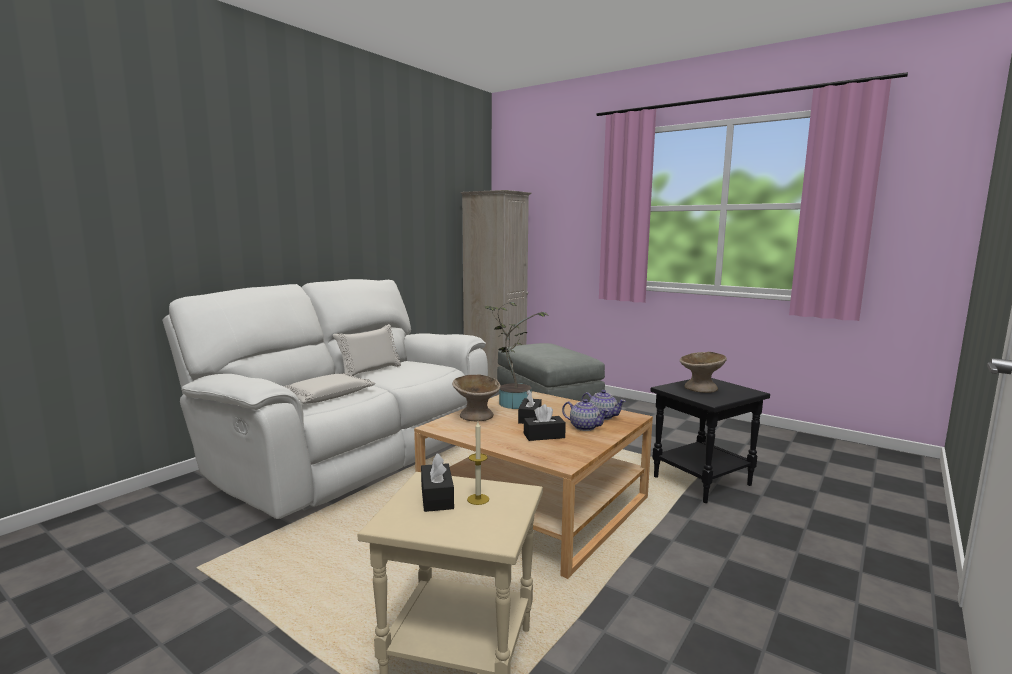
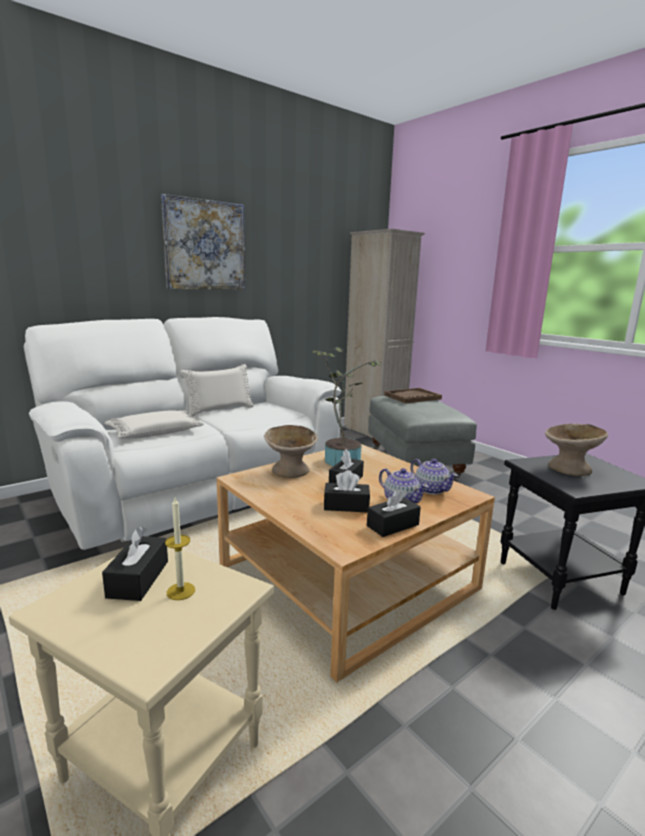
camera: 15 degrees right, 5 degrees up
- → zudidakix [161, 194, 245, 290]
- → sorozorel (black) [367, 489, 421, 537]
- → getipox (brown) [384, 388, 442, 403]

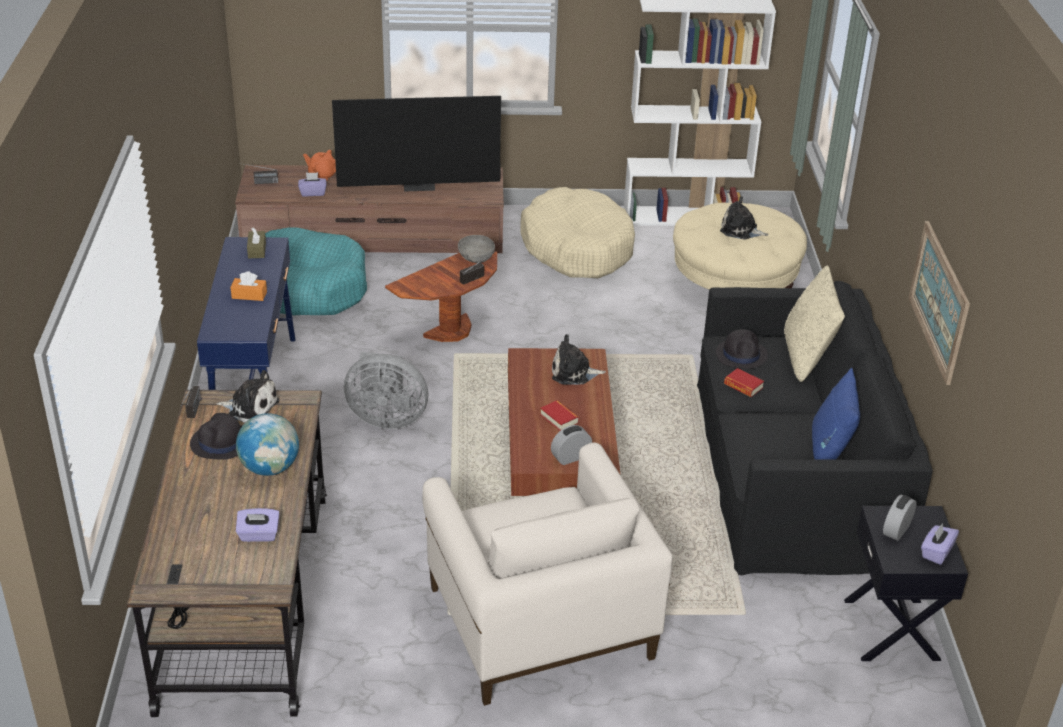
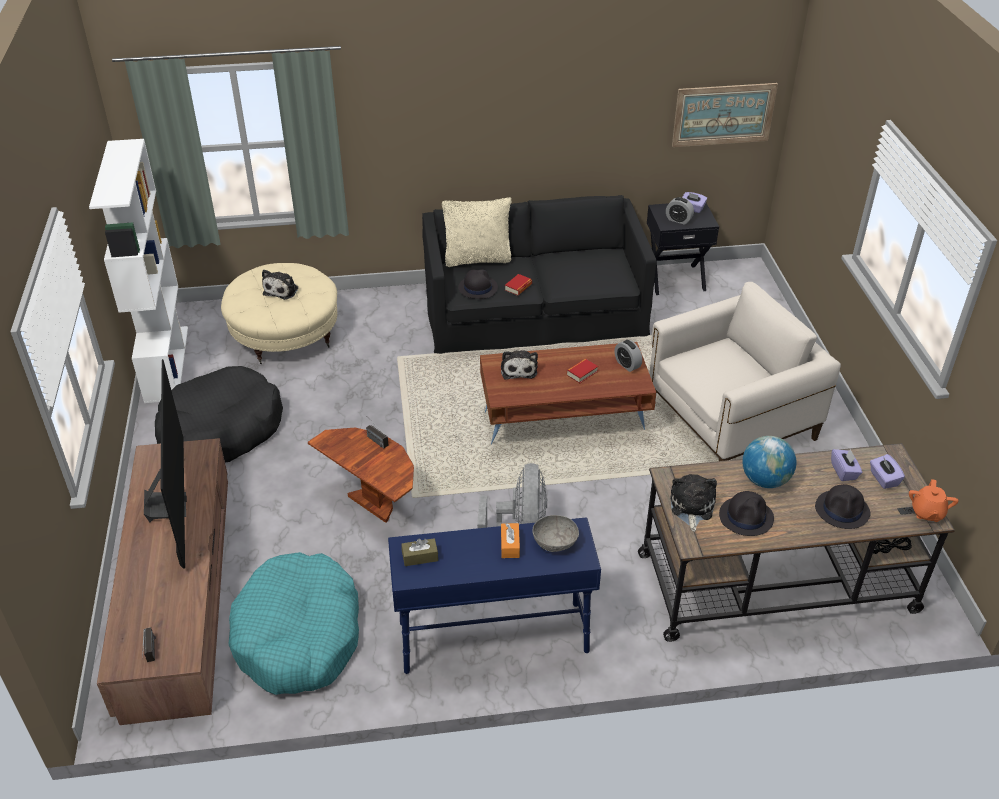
camera: 95 degrees left, 5 degrees up
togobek [181, 386, 202, 418] → -
sorozorel (purple) [298, 172, 327, 196] → sorozorel (purple) [870, 454, 905, 489], relocated
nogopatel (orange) [303, 150, 336, 181] → nogopatel (orange) [909, 479, 959, 522], relocated
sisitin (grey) [458, 235, 495, 263] → sisitin (grey) [532, 515, 579, 552], relocated
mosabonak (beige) [520, 187, 635, 278] → mosabonak (black) [155, 366, 283, 462]
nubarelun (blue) [812, 368, 860, 460] → -
zudidakix [908, 221, 970, 385] → zudidakix [672, 83, 778, 147], relocated
- → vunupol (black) [815, 484, 871, 529]

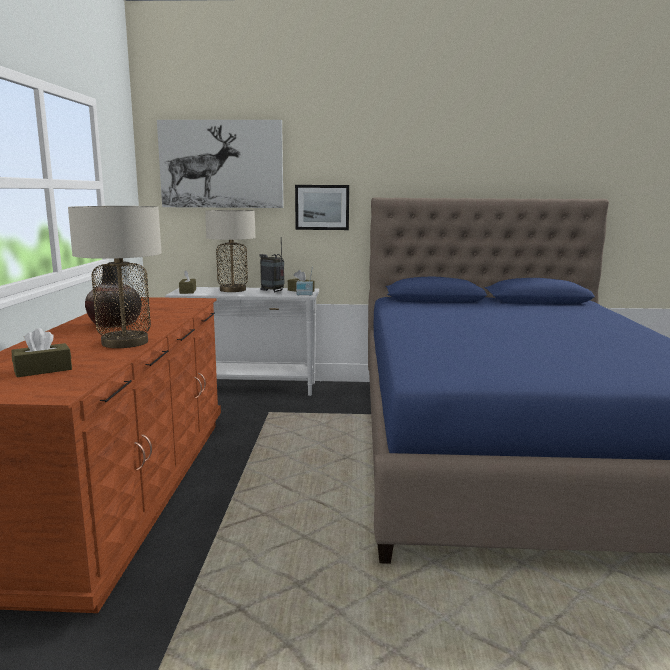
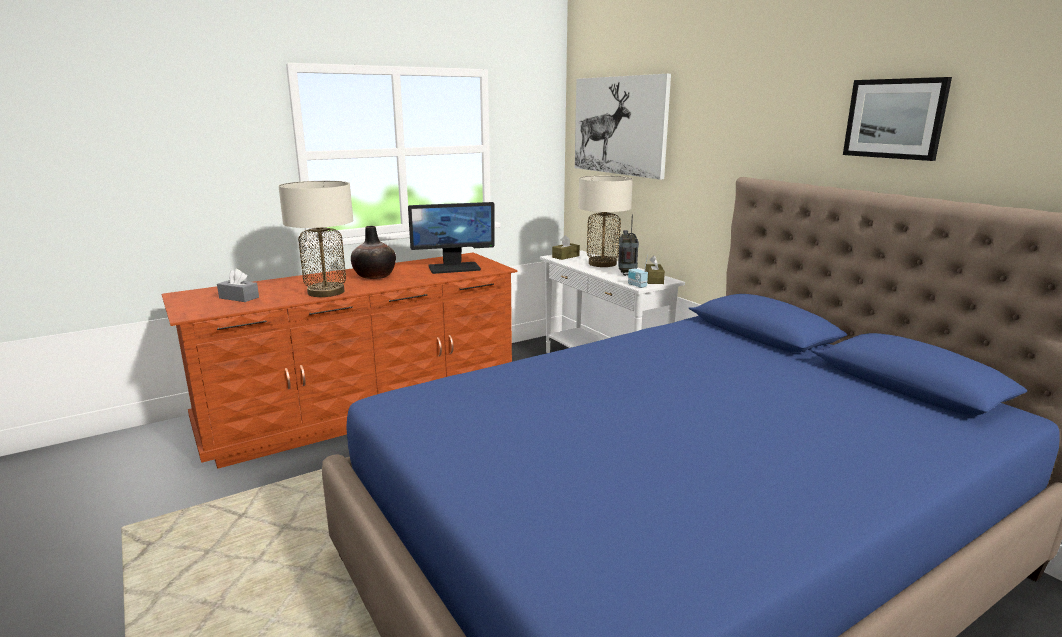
camera: 55 degrees right, 5 degrees up
sorozorel (brown) [11, 328, 72, 377] → sorozorel (grey) [217, 269, 259, 302]
zudidakix [295, 185, 349, 230] → zudidakix [843, 77, 952, 161], relocated
- → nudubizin [408, 202, 495, 274]

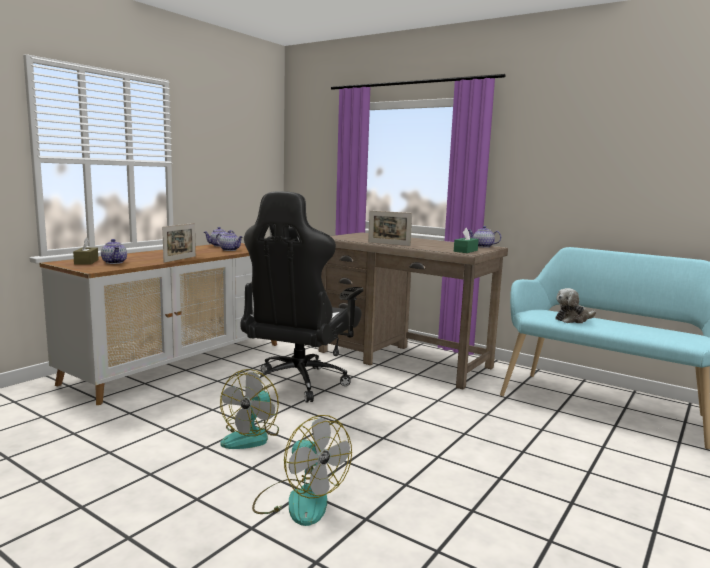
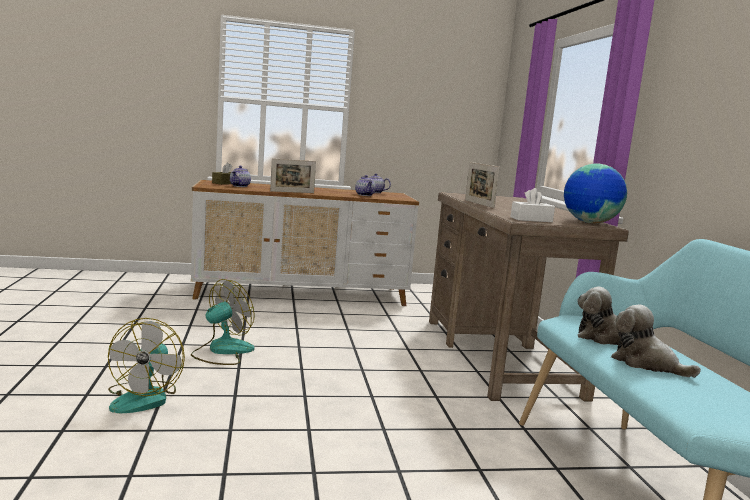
camera: 45 degrees right, 0 degrees up
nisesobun [220, 369, 279, 449] → nisesobun [191, 279, 255, 365], 150 degrees clockwise
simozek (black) [240, 191, 364, 403] → -
sorozorel (green) [454, 228, 479, 253] → sorozorel (white) [511, 188, 555, 222]
nogopatel [468, 226, 501, 248] → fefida [564, 164, 627, 224]
- → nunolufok [611, 304, 701, 377]

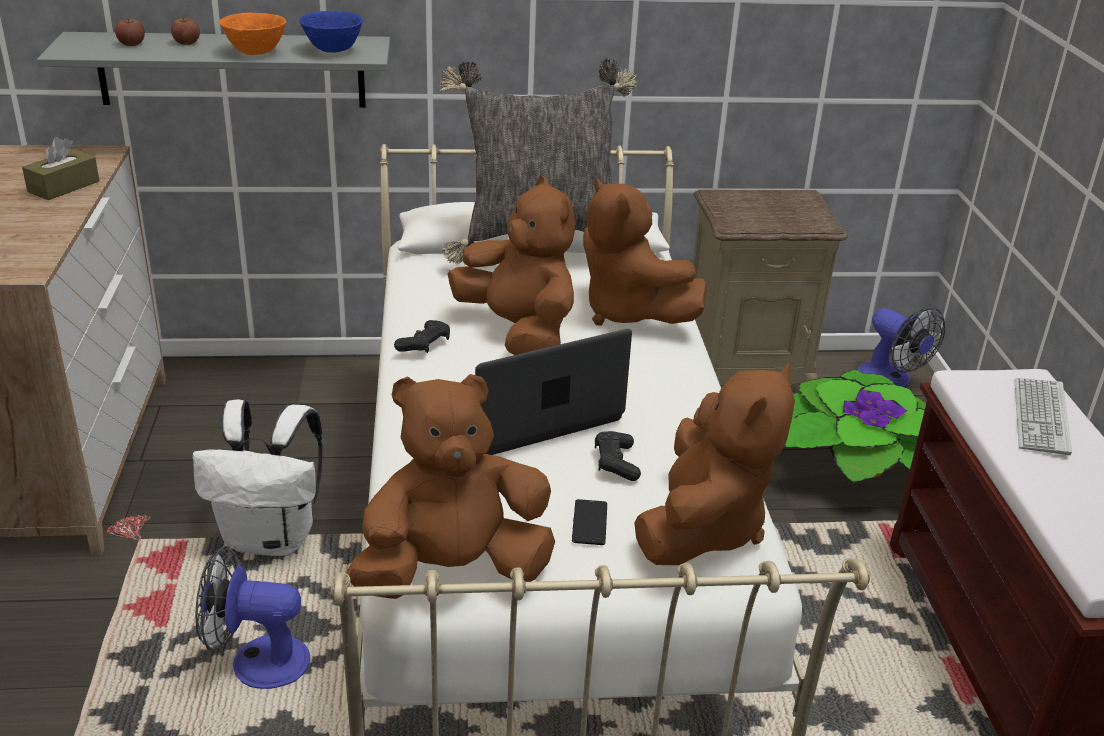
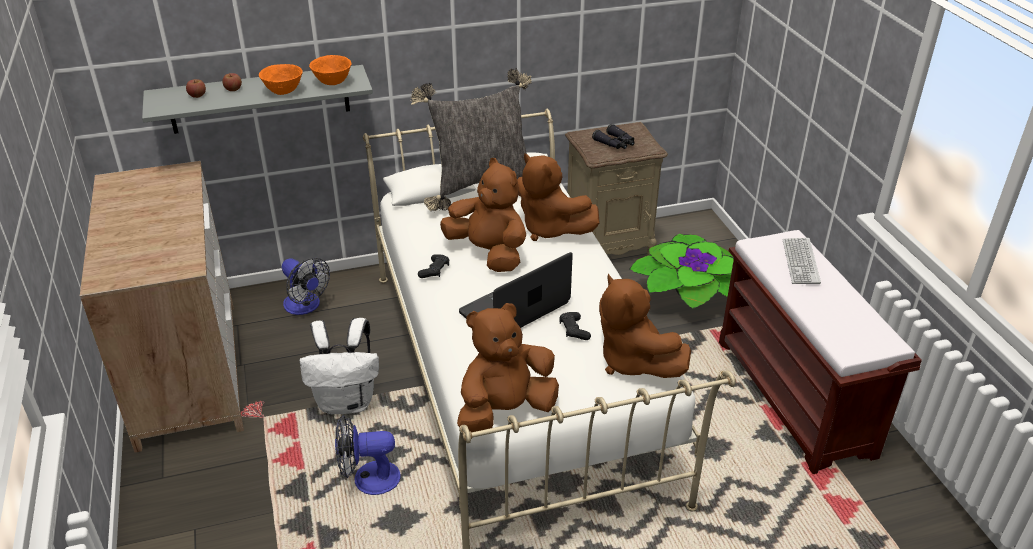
camera: 10 degrees left, 5 degrees up
sorozorel (brown) [22, 137, 99, 200] → -
sisitin (blue) [299, 11, 363, 53] → sisitin (orange) [309, 55, 352, 85]
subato [572, 499, 607, 545] → -
nunolufok (brown) [634, 363, 795, 565] → nunolufok (brown) [599, 274, 691, 378], 135 degrees clockwise
nisesobun [858, 308, 945, 387] → nisesobun [282, 258, 330, 315], relocated
- → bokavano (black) [592, 124, 635, 149]

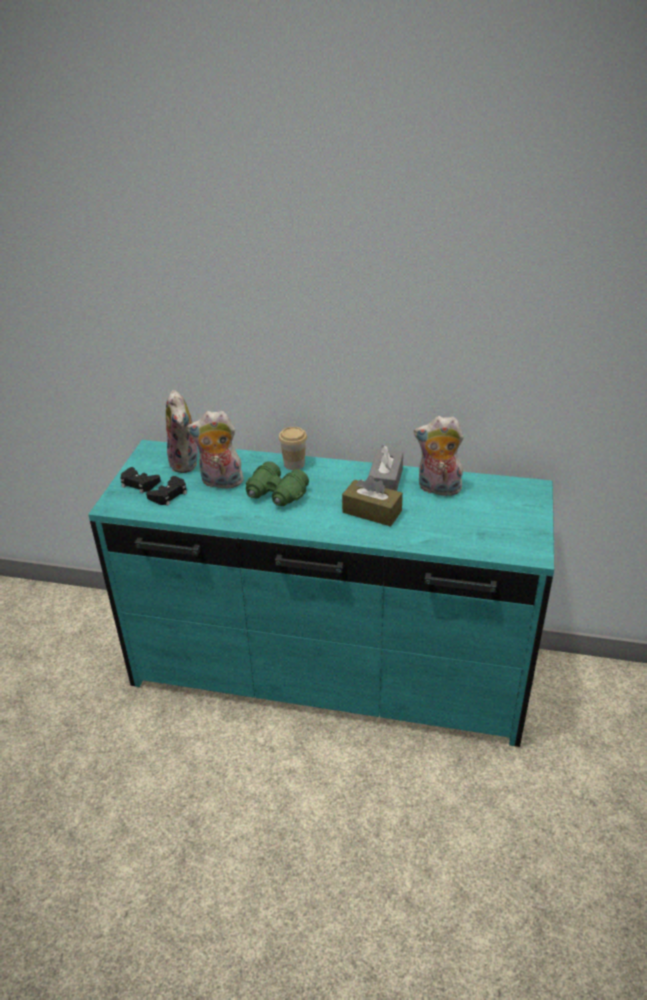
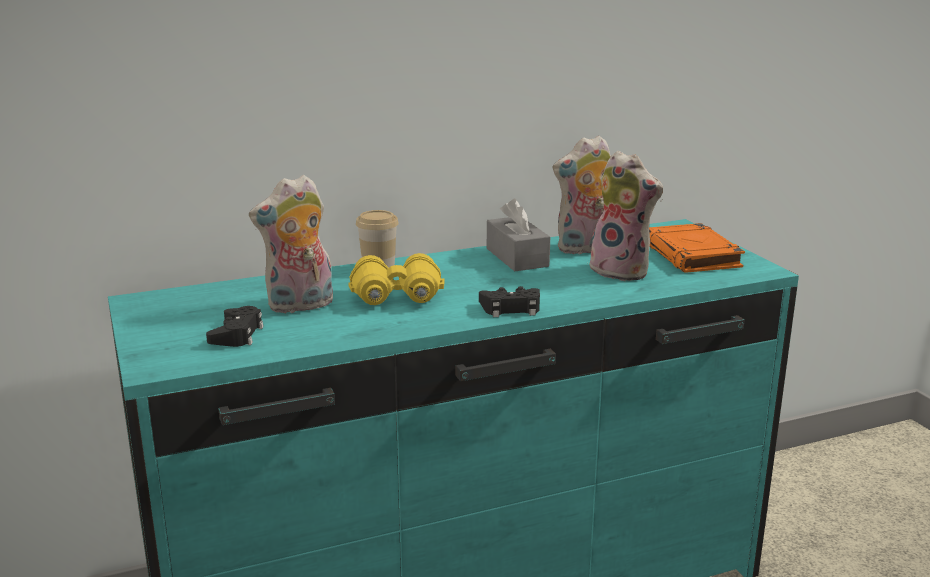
camera: 35 degrees left, 15 degrees down
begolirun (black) [120, 467, 161, 493] → begolirun (black) [479, 286, 540, 317], relocated
nunolufok [166, 390, 198, 473] → nunolufok [588, 151, 663, 281], relocated
bokavano (green) [246, 461, 309, 506] → bokavano (yellow) [348, 253, 444, 305]
sorozorel (brown) [342, 476, 403, 527] → -
- → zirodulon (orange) [649, 223, 745, 273]

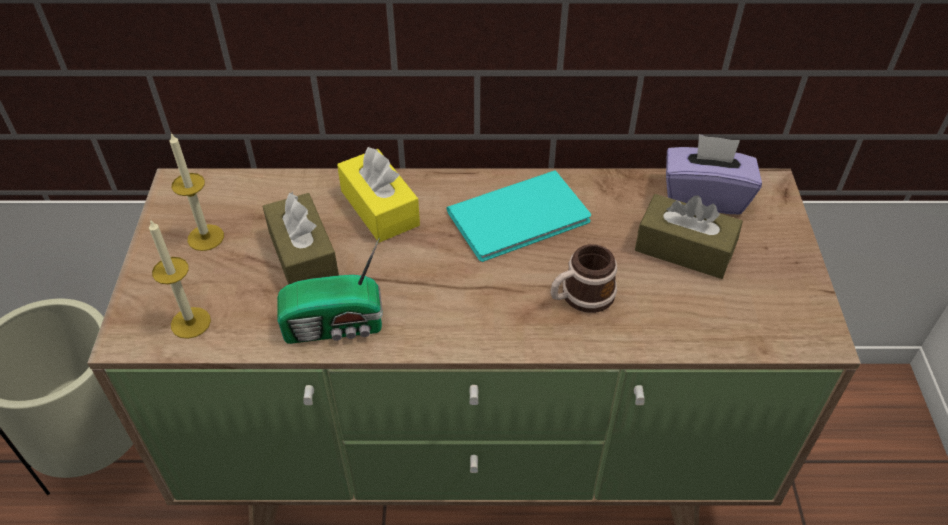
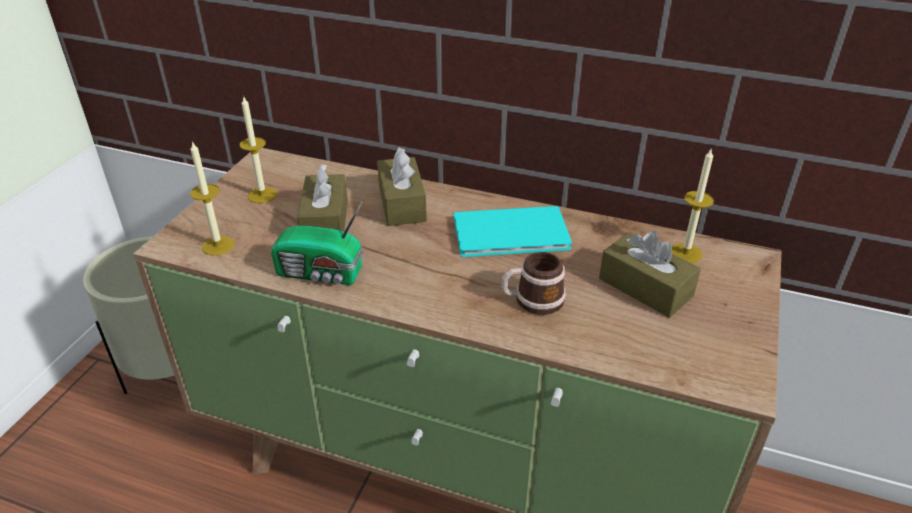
camera: 20 degrees right, 10 degrees down
sorozorel (yellow) [337, 147, 420, 243] → sorozorel (brown) [377, 147, 427, 226]
sorozorel (purple) [666, 134, 762, 214] → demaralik [671, 149, 714, 263]

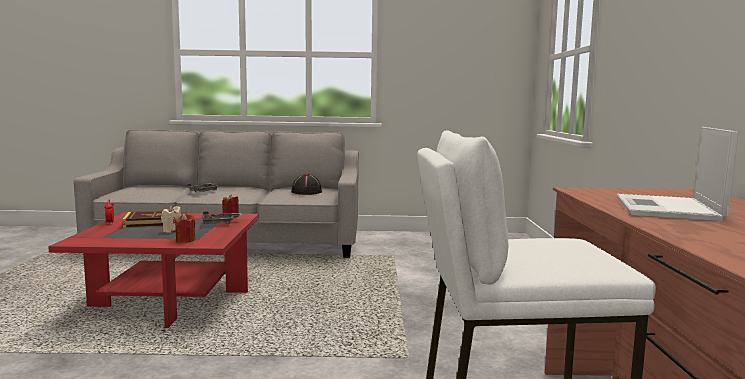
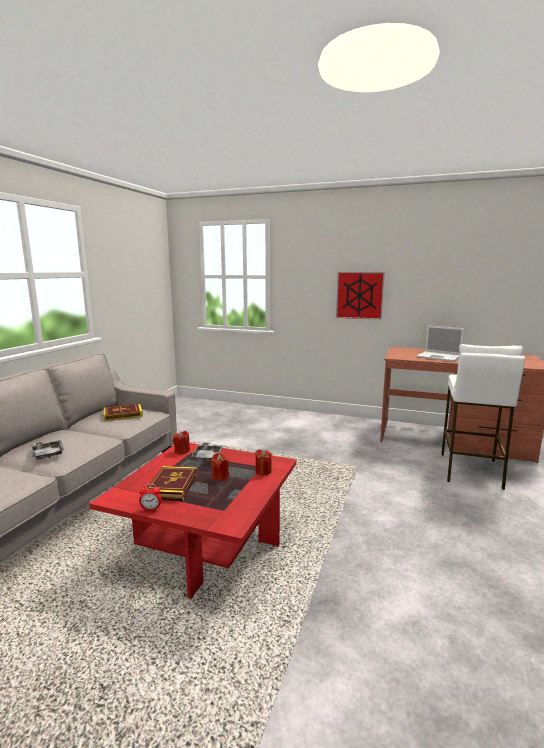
camera: 70 degrees left, 5 degrees up
demaralik (beige) [161, 205, 181, 233] → demaralik (red) [210, 453, 229, 481]
vunupol (black) [291, 174, 322, 195] → zirodulon [103, 404, 143, 421]
- → zudidakix [336, 272, 385, 320]

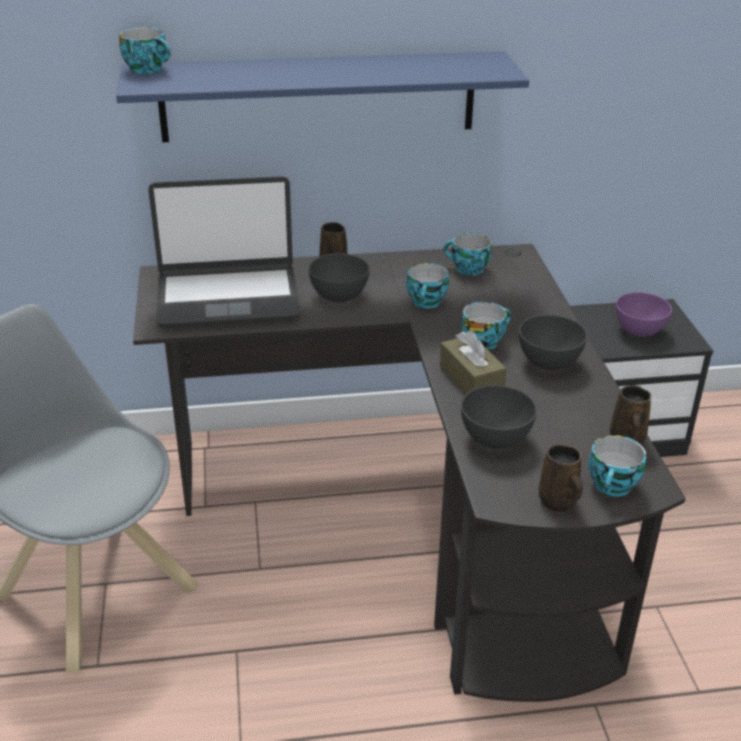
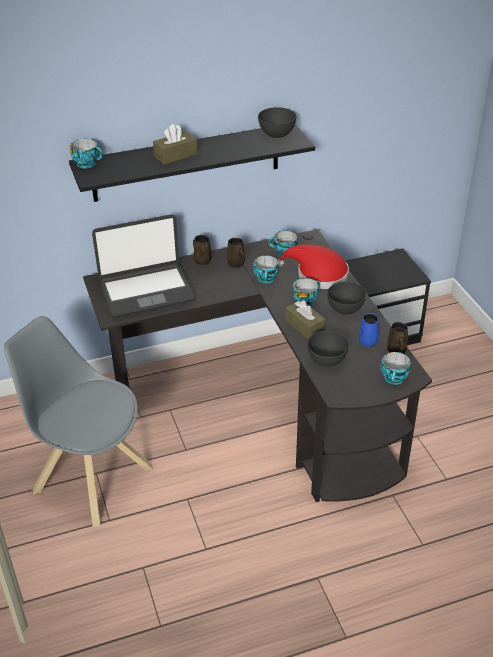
camera: 10 degrees left, 5 degrees up
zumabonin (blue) [116, 51, 529, 143] → zumabonin (black) [69, 124, 315, 202]
sisitin (grey) [308, 253, 370, 302] → sisitin (grey) [258, 107, 296, 138], relocated
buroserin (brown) [539, 444, 583, 512] → buroserin (brown) [227, 238, 245, 268], relocated
sisitin (purple) [616, 292, 672, 337] → -
- → sorozorel (brown) [153, 124, 198, 165]
- → vunupol (red) [278, 244, 349, 289]
- → buroserin (blue) [359, 313, 379, 347]

